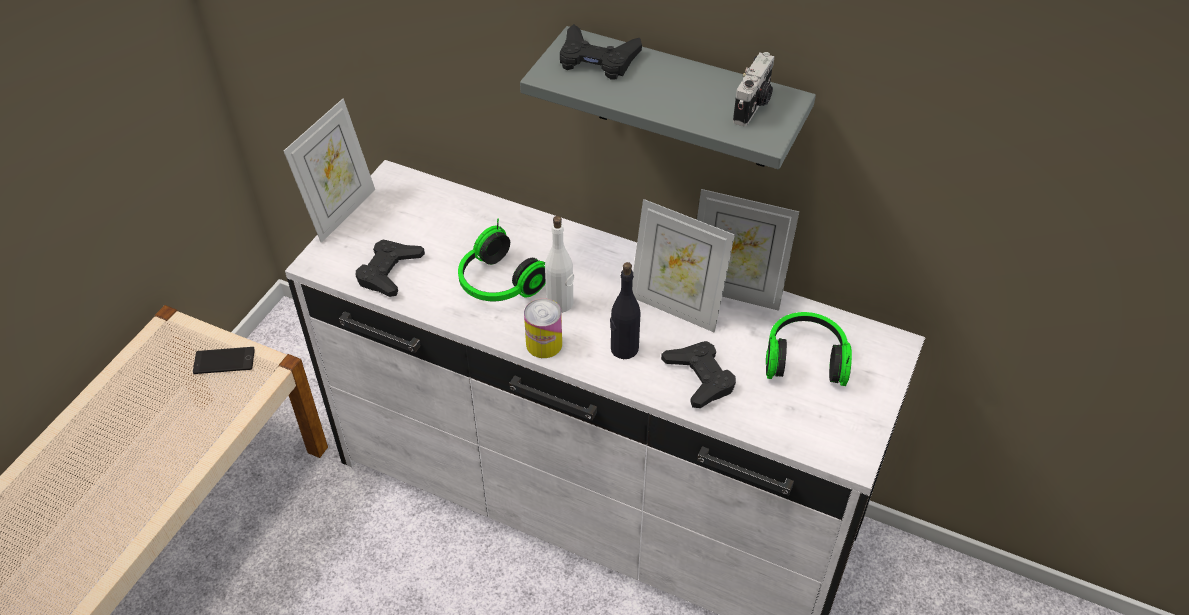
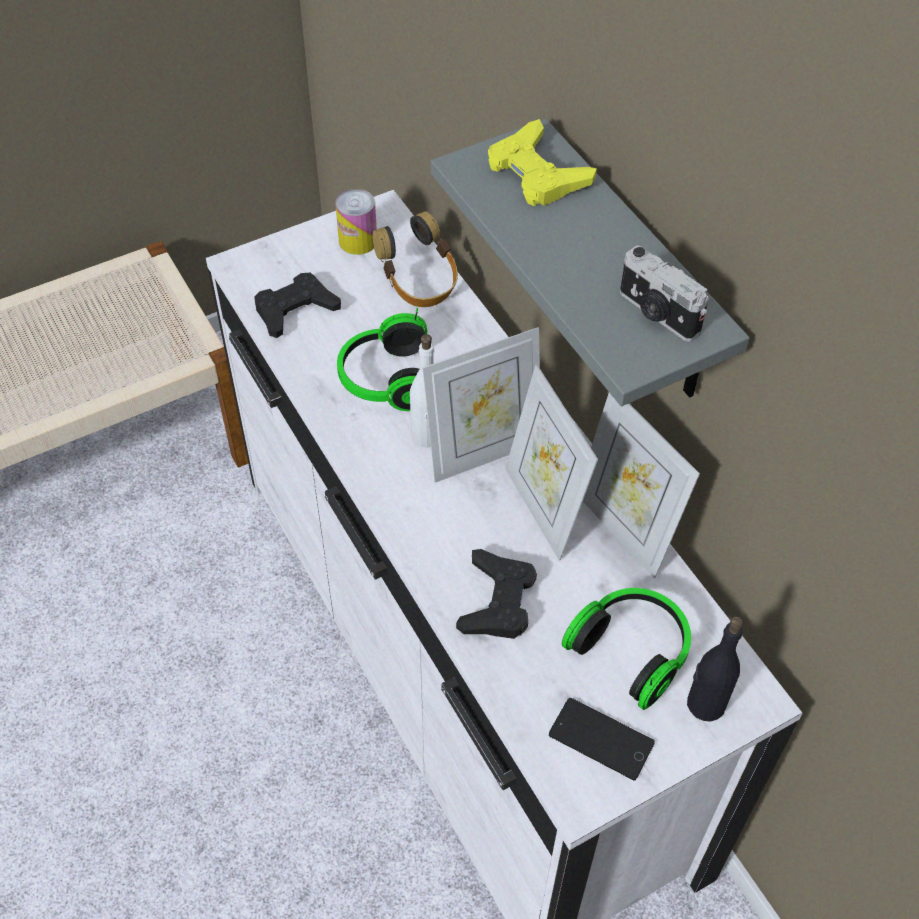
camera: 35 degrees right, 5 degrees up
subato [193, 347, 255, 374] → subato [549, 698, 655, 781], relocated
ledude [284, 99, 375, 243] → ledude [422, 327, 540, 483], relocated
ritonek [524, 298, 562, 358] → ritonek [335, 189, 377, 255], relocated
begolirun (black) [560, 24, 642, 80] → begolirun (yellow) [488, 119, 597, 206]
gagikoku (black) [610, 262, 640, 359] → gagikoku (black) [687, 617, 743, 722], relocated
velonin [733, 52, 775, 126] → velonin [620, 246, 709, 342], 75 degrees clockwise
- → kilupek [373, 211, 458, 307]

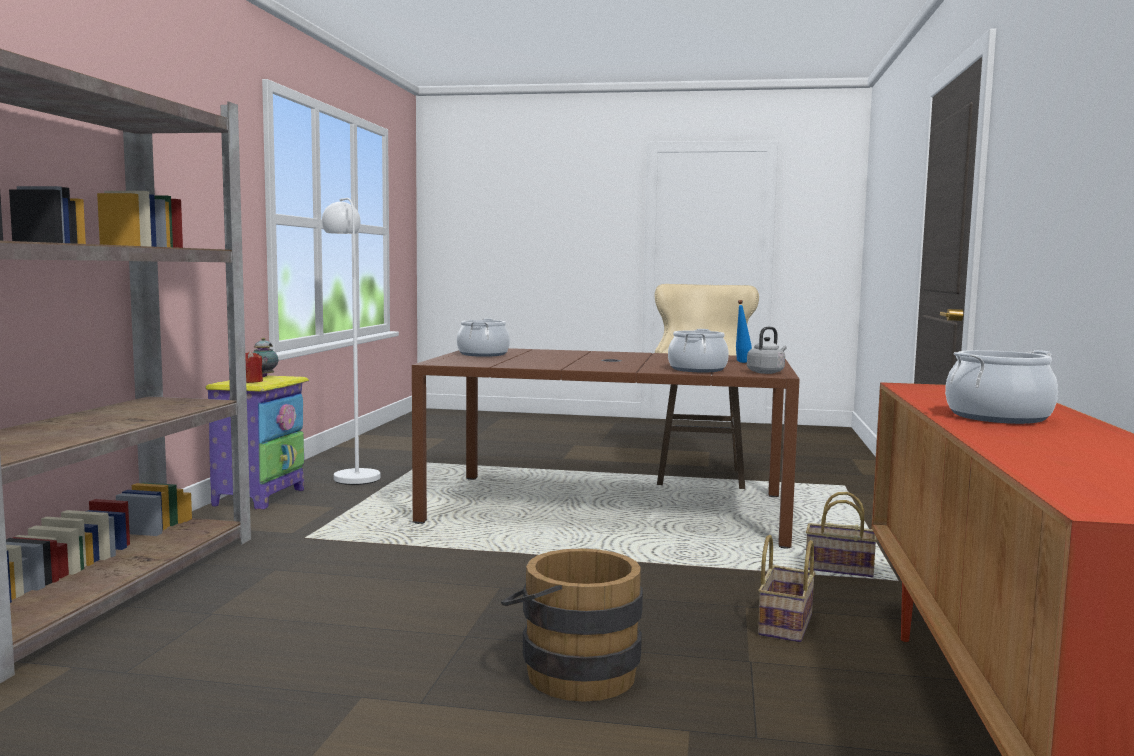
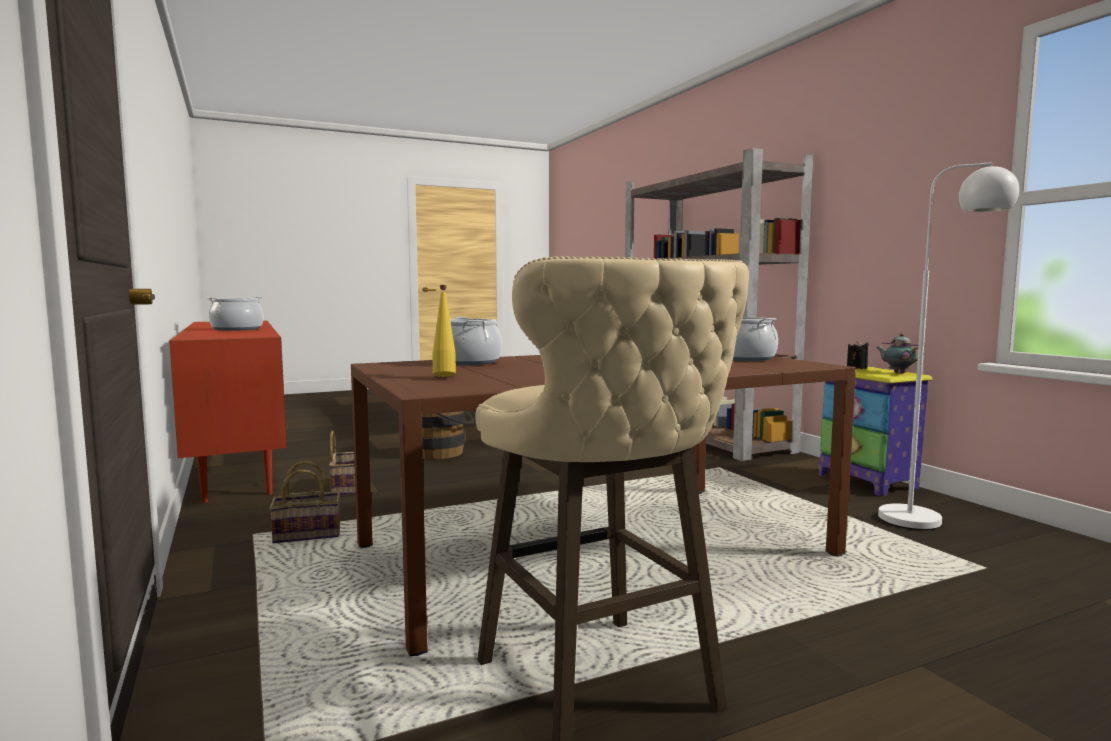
camera: 145 degrees right, 0 degrees up
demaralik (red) [245, 351, 263, 383] → demaralik (black) [847, 340, 869, 369]
gagikoku (blue) [736, 300, 752, 363] → gagikoku (yellow) [433, 285, 456, 377]
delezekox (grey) [747, 327, 787, 374] → -

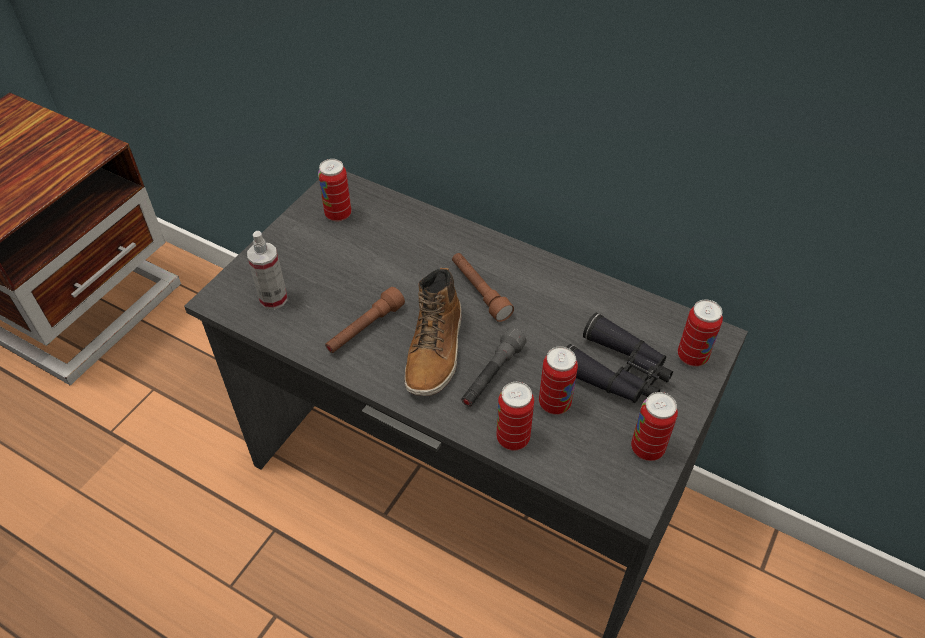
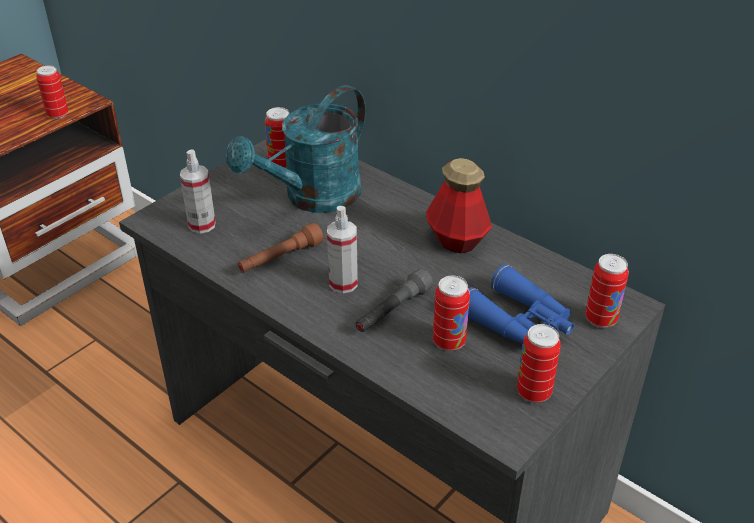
camera: 10 degrees right, 10 degrees down
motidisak [405, 268, 462, 396] → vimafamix [327, 206, 358, 293]
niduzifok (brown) [452, 253, 514, 322] → -
ritonek [496, 382, 534, 451] → ritonek [36, 65, 68, 119], relocated
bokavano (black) [566, 312, 673, 403] → bokavano (blue) [468, 264, 574, 344]
- → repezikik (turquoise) [226, 85, 366, 213]
- → gagikoku [426, 158, 492, 253]

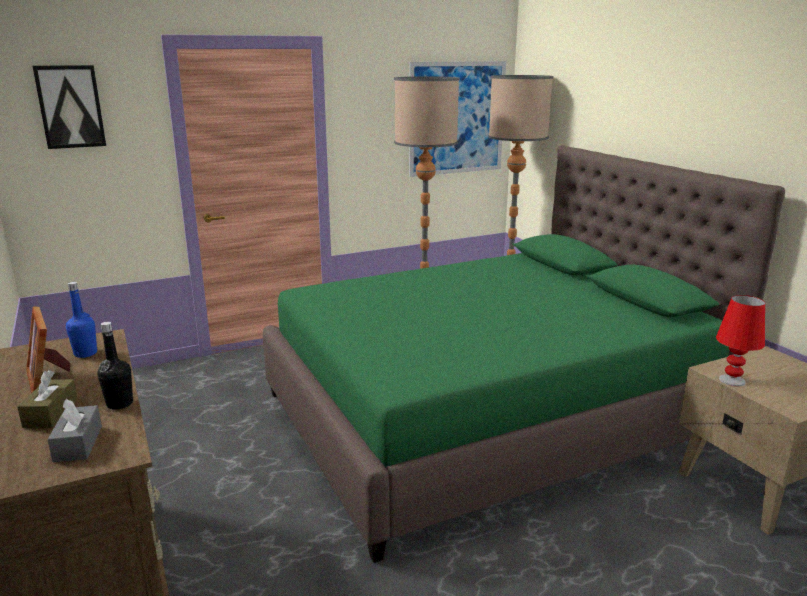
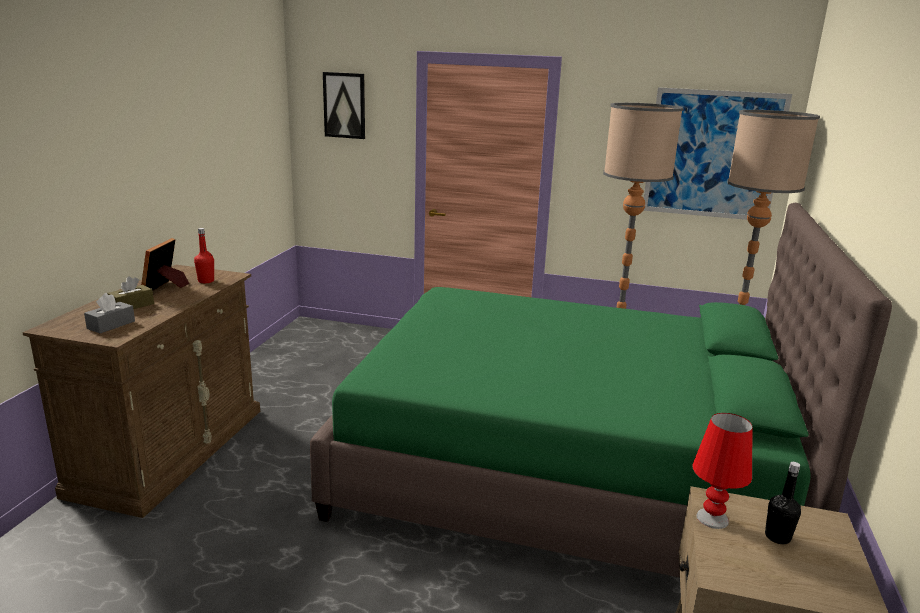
camera: 40 degrees right, 0 degrees up
gagikoku (blue) [66, 282, 97, 358] → gagikoku (red) [194, 228, 214, 283]
gagikoku (black) [98, 322, 133, 410] → gagikoku (black) [765, 462, 801, 544], relocated

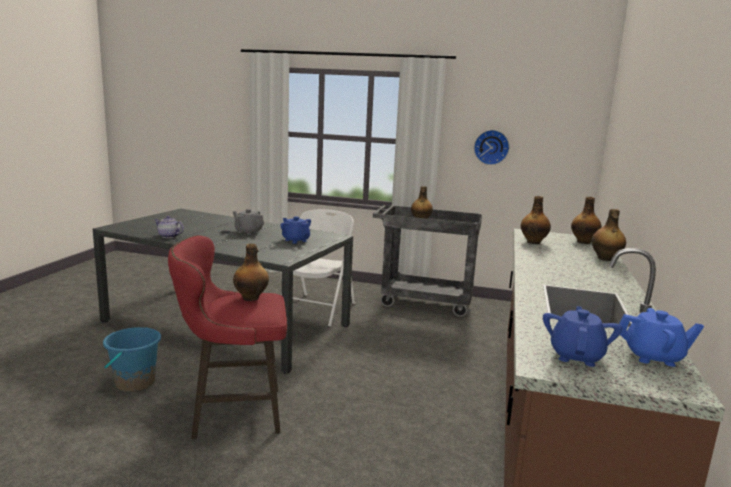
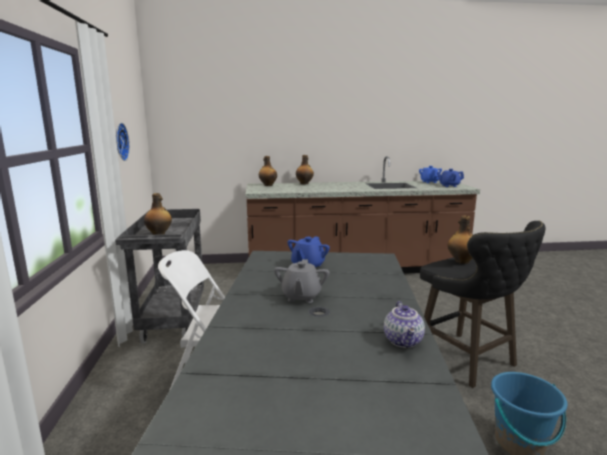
camera: 110 degrees left, 0 degrees up
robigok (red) [168, 235, 287, 439] → robigok (black) [420, 221, 546, 388]
gagikoku [521, 196, 551, 244] → -

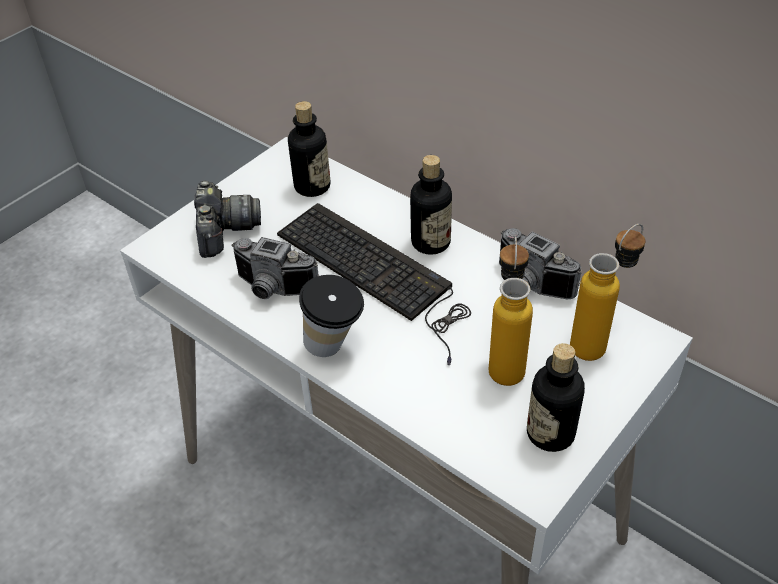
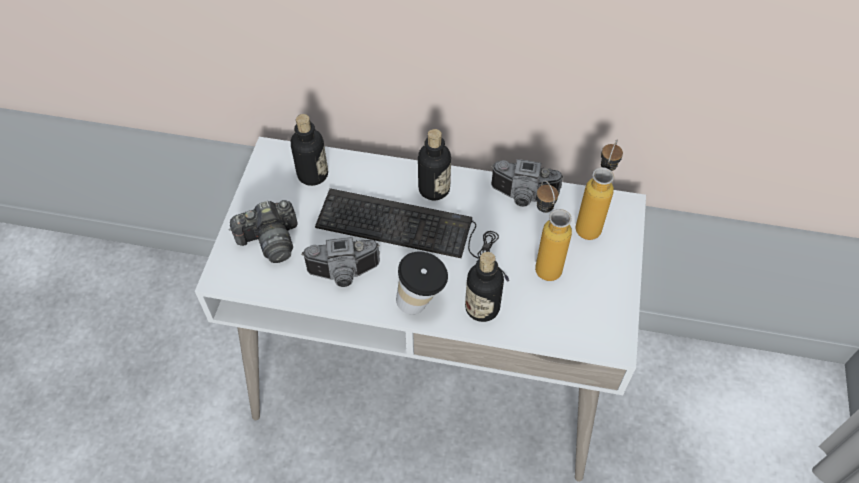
camera: 30 degrees left, 10 degrees up
velonin [194, 180, 261, 258] → velonin [229, 200, 298, 263], 105 degrees clockwise
gagikoku [527, 343, 585, 452] → gagikoku [465, 252, 504, 322], relocated

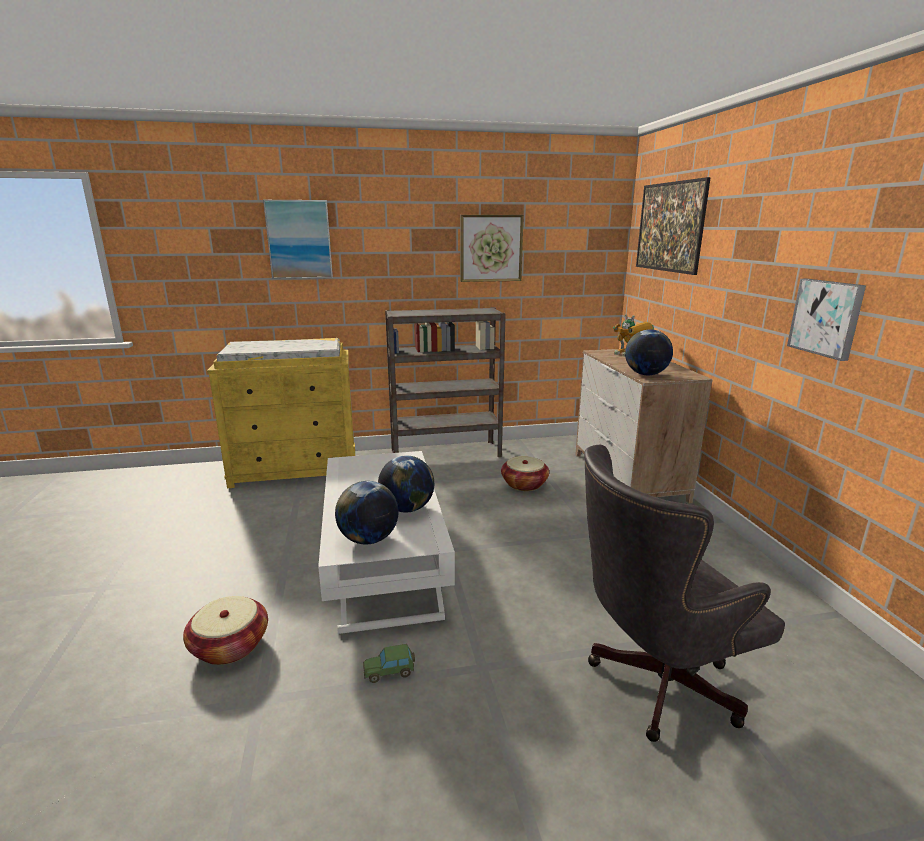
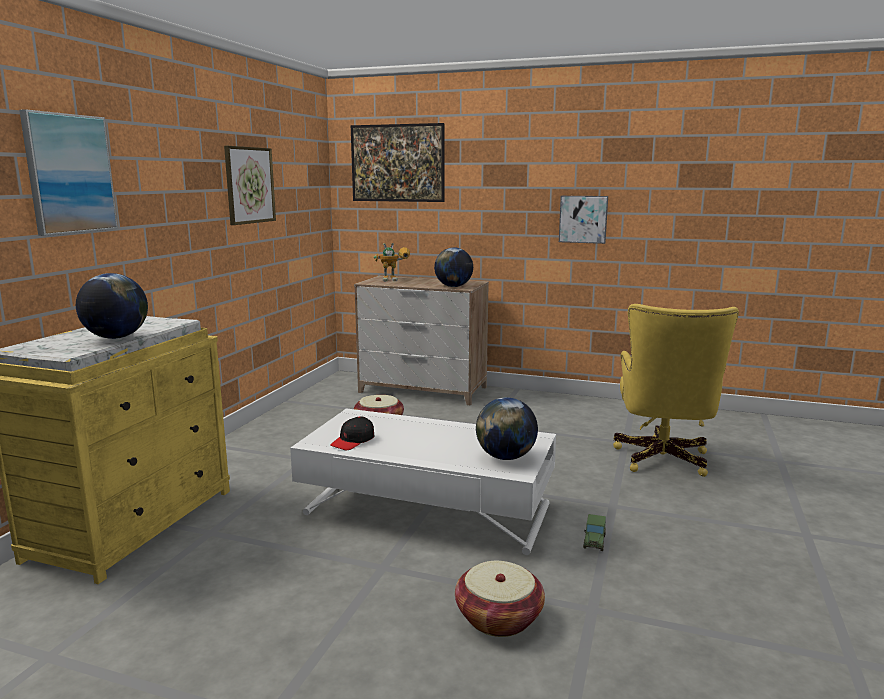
camera: 60 degrees left, 5 degrees down
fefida [378, 455, 434, 513] → fefida [76, 273, 148, 339], relocated
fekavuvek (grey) [385, 307, 506, 457] → -
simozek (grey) [584, 445, 785, 742] → simozek (yellow) [613, 304, 739, 477]
- → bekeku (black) [330, 416, 374, 450]

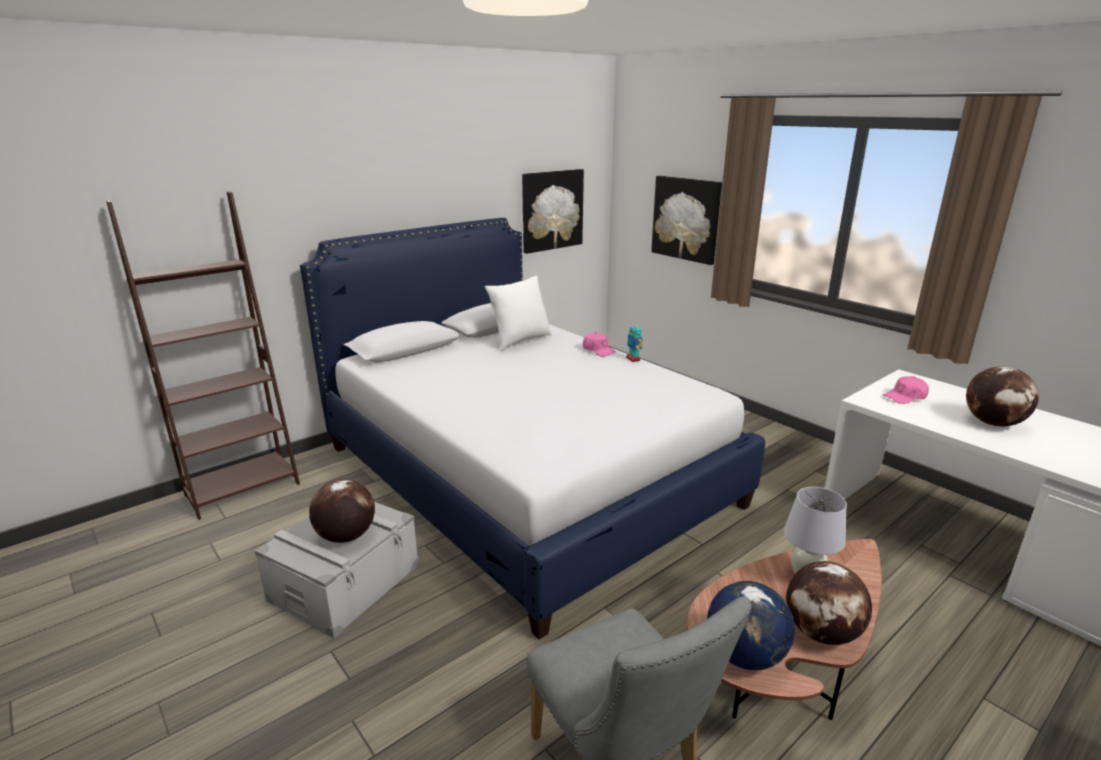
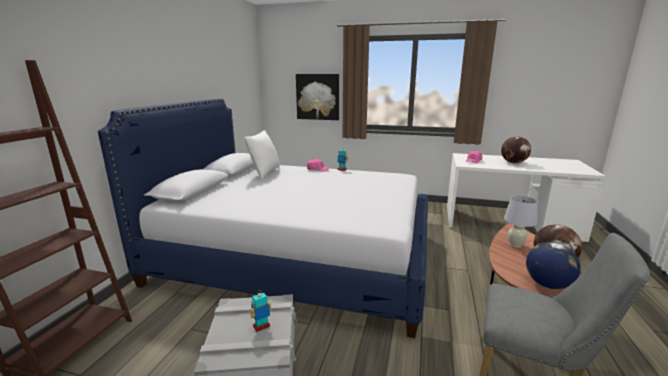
camera: 35 degrees left, 5 degrees down
fefida [309, 479, 375, 543] → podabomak [250, 290, 272, 332]
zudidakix [522, 169, 584, 254] → -

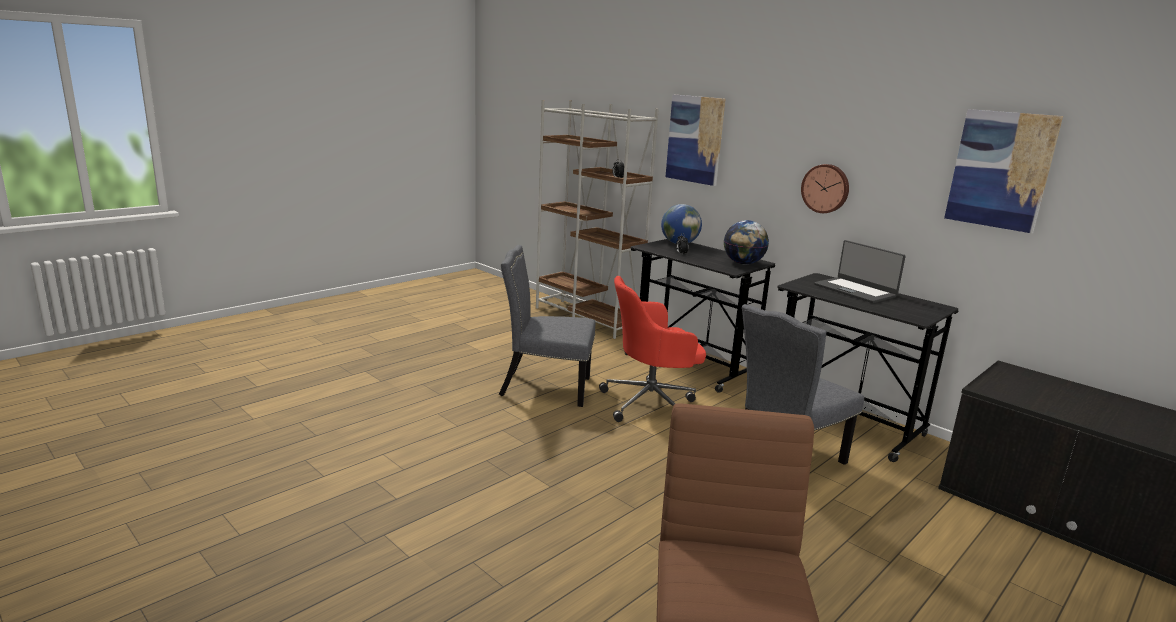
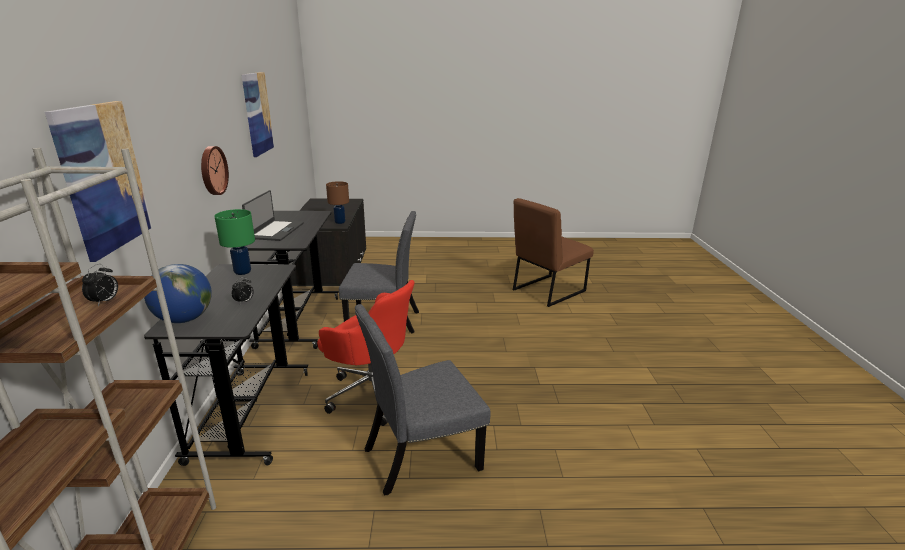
camera: 135 degrees left, 5 degrees up
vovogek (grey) [498, 245, 595, 407] → vovogek (grey) [355, 304, 490, 496], 105 degrees clockwise
fefida [724, 220, 769, 264] → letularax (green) [214, 209, 255, 275]
- → letularax (brown) [326, 181, 349, 224]

